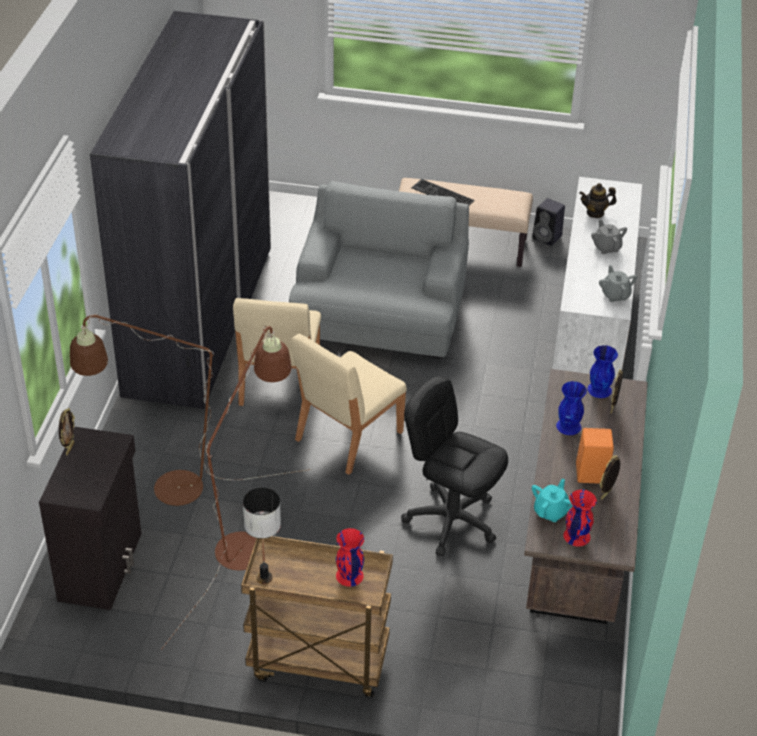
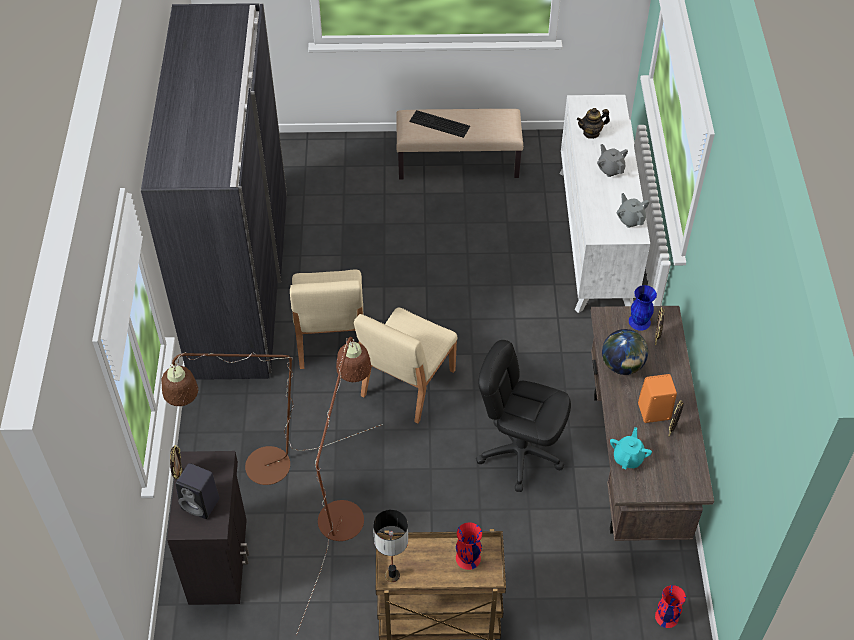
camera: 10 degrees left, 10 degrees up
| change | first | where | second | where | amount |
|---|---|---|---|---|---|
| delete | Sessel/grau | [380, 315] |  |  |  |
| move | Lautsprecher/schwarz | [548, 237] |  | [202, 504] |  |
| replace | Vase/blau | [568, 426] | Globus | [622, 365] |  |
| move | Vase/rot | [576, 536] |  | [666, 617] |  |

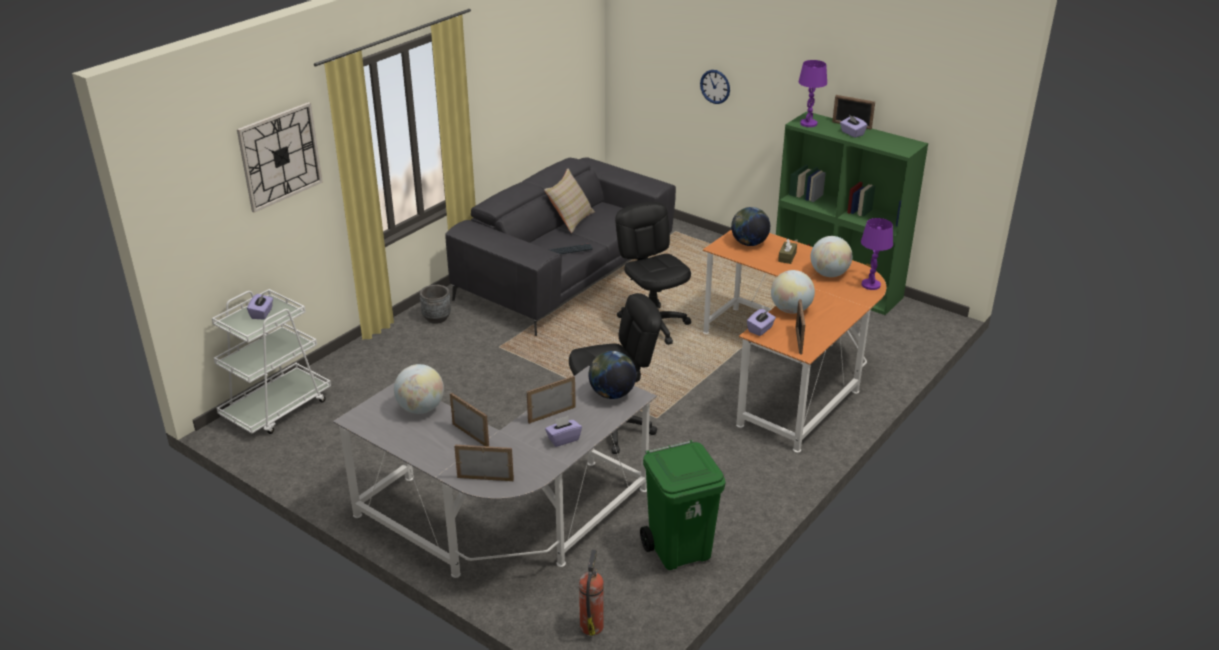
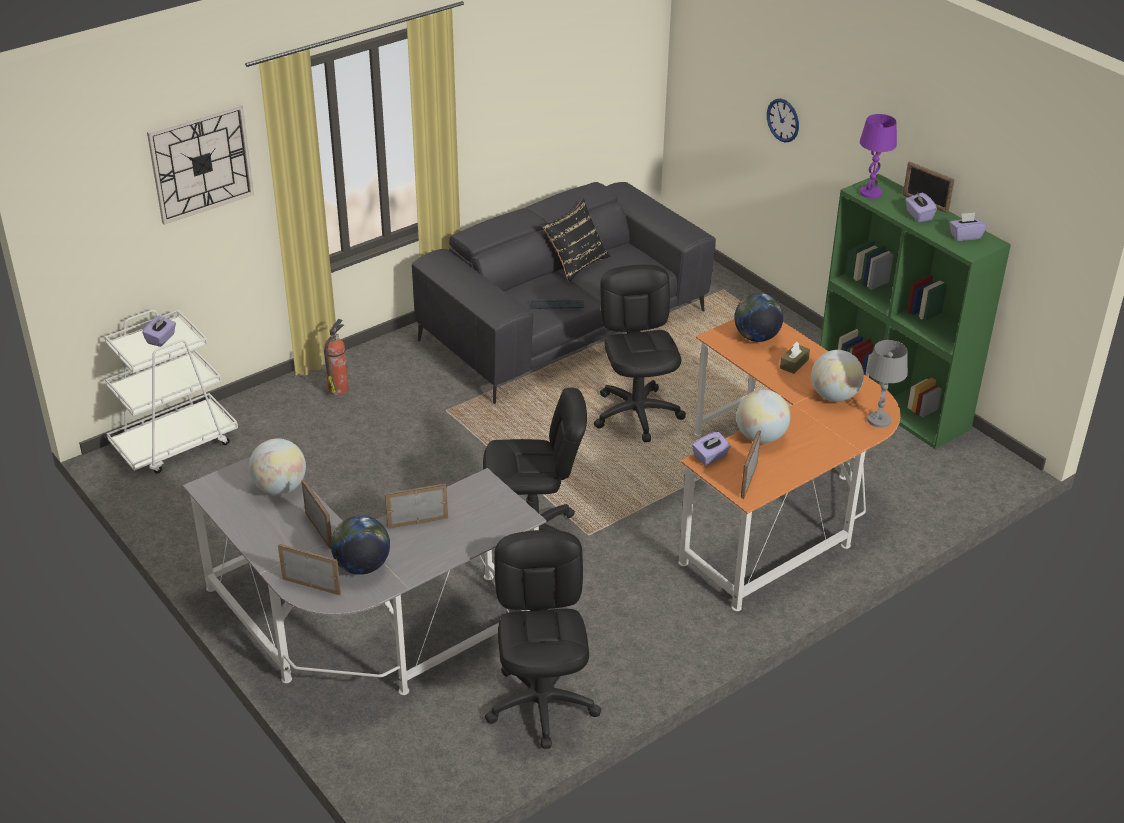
camera: 15 degrees right, 5 degrees up
| change | first | where | second | where | amount |
|---|---|---|---|---|---|
| recolor | Kissen/beige | [570, 220] | Kissen/schwarz | [576, 263] |  |
| recolor | Tischlampe/lila | [870, 285] | Tischlampe/grau | [878, 420] |  |
| delete | Pflanzkübel/grau | [436, 318] |  |  |  |
| move | Globus | [612, 394] |  | [362, 566] |  |
| move | Taschentuchbox/lila | [563, 439] |  | [965, 236] |  |
| replace | Mülleimer/grün | [680, 550] | Bürostuhl/schwarz | [542, 704] |  |
| move | Feuerlöscher | [592, 625] |  | [339, 388] |  |

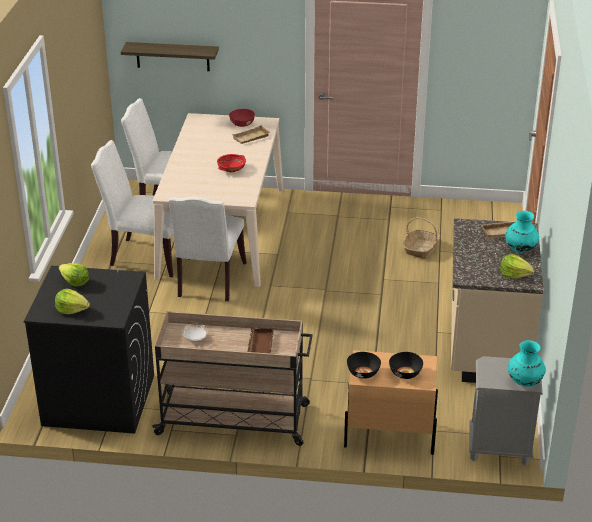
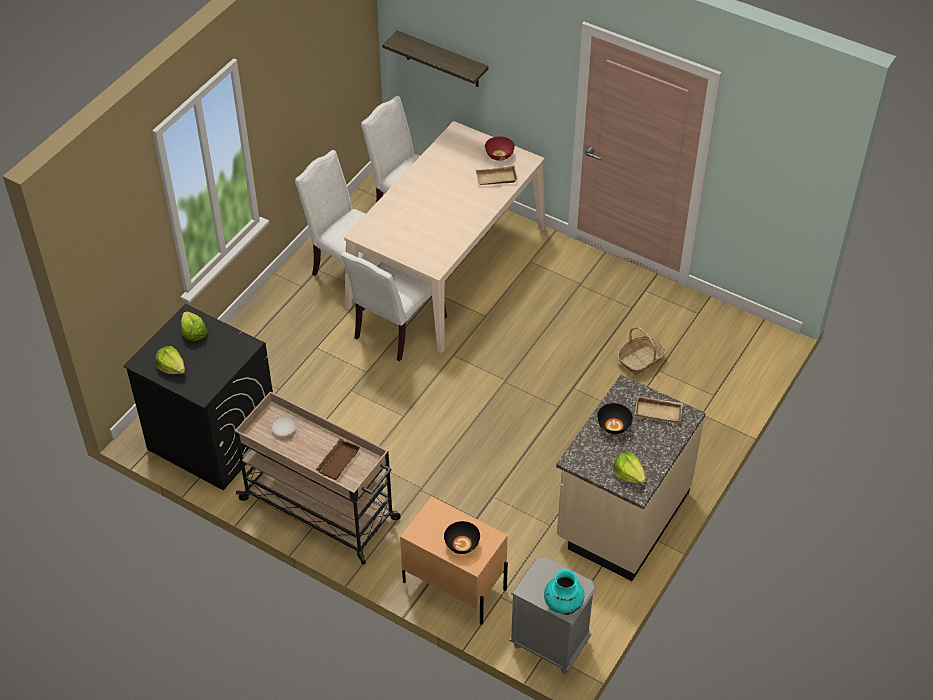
camera: 25 degrees right, 15 degrees up
| change | first | where | second | where | amount |
|---|---|---|---|---|---|
| delete | Schüssel/rot | [231, 169] |  |  |  |
| delete | Vase/türkis | [520, 249] |  |  |  |
| move | Schüssel/schwarz | [363, 373] |  | [613, 426] |  |

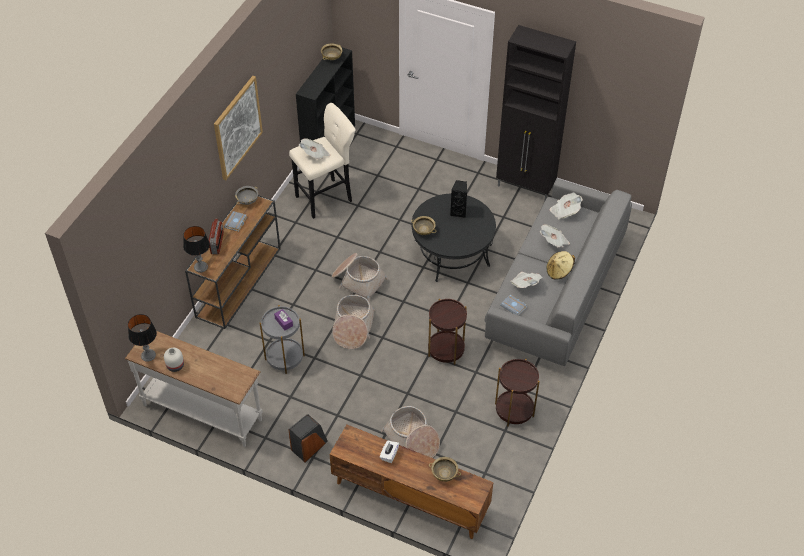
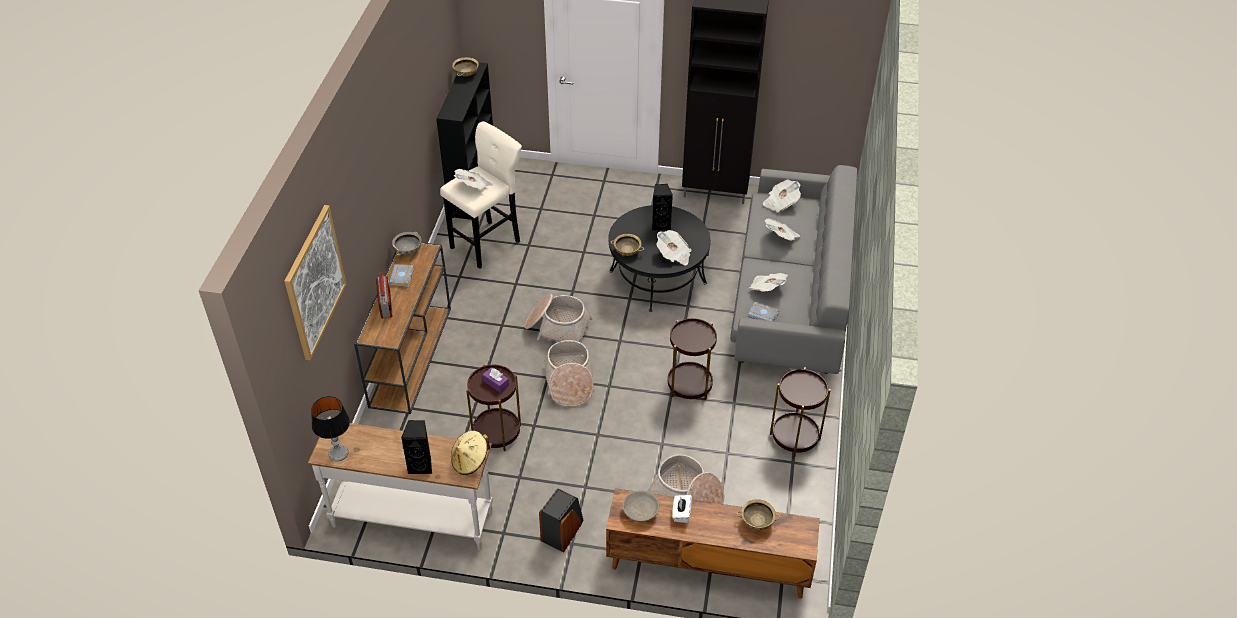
camera: 15 degrees left, 5 degrees down
| change | first | where | second | where | amount |
|---|---|---|---|---|---|
| move | Bild | [237, 127] |  | [314, 282] |  |
| delete | Tischlampe | [201, 267] |  |  |  |
| move | Hut/beige | [559, 271] |  | [470, 461] |  |
| recolor | Beistelltisch/grau | [284, 357] | Beistelltisch/braun | [497, 432] |  |
| delete | Vase/weiß | [175, 366] |  |  |  |
| insert |  |  | Zeitung | [674, 255] |  |
| insert |  |  | Lautsprecher/schwarz | [421, 465] |  |
| insert |  |  | Schüssel/grau | [640, 511] |  |

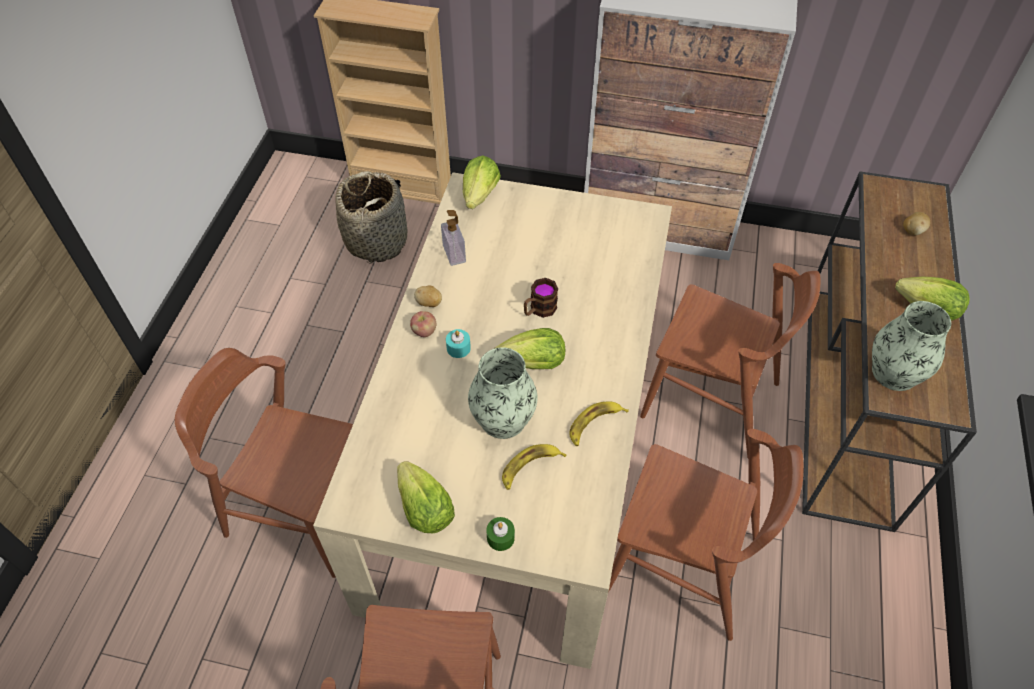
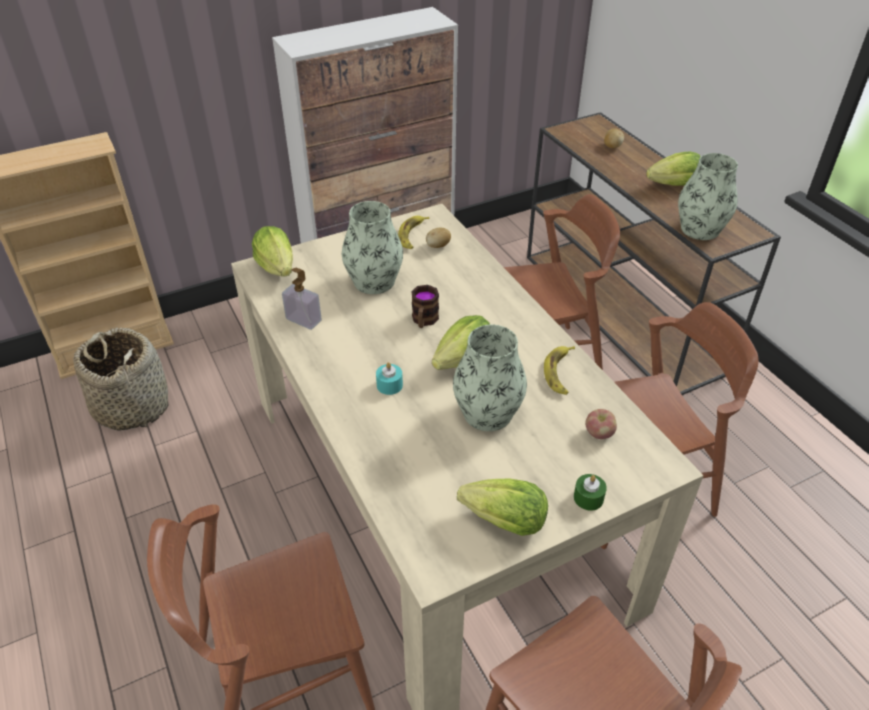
camera: 40 degrees left, 10 degrees down
| change | first | where | second | where | amount |
|---|---|---|---|---|---|
| move | Kartoffel | [429, 303] |  | [438, 246] |  |
| move | Apfel | [424, 331] |  | [599, 433] |  |
| move | Banane | [530, 467] |  | [412, 235] |  |
| insert |  |  | Vase | [374, 281] |  |

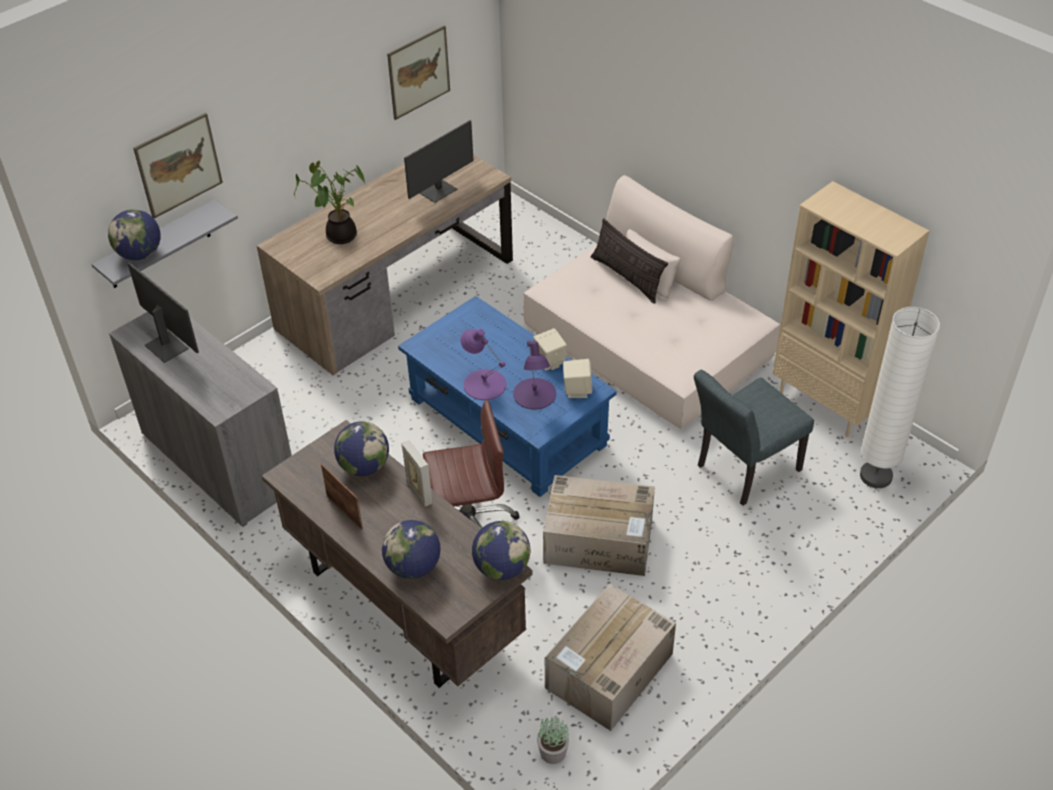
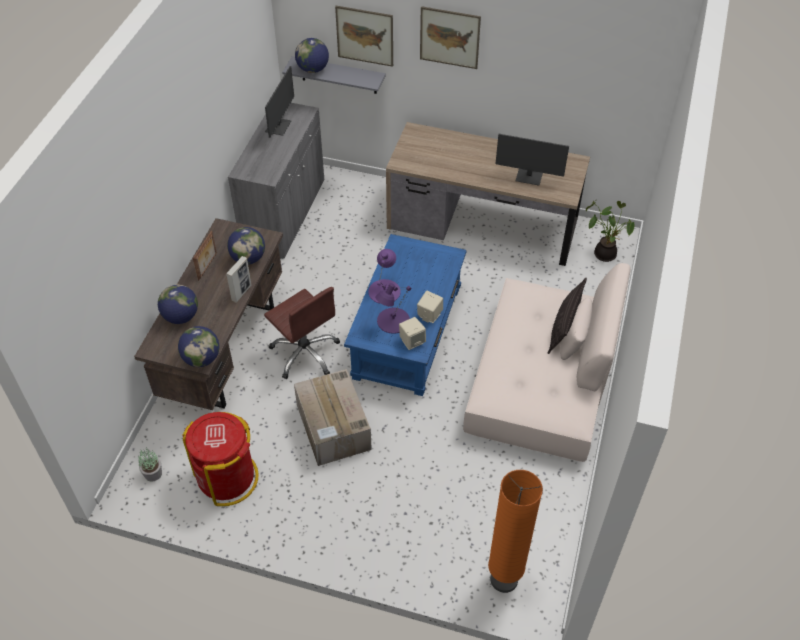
camera: 60 degrees right, 5 degrees up
| change | first | where | second | where | amount |
|---|---|---|---|---|---|
| move | Bild | [419, 72] |  | [449, 37] |  |
| move | Topfpflanze | [339, 235] |  | [605, 253] |  |
| delete | Bücherregal/beige | [826, 405] |  |  |  |
| recolor | Stehlampe/weiß | [876, 476] | Stehlampe/orange | [504, 579] |  |
| delete | Stuhl/grau | [742, 471] |  |  |  |
| replace | Karton | [608, 672] | Mülleimer/rot | [227, 478] |  |

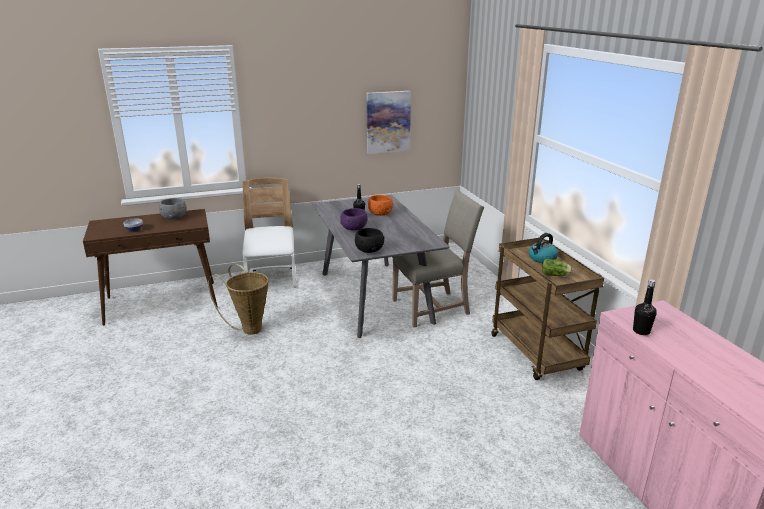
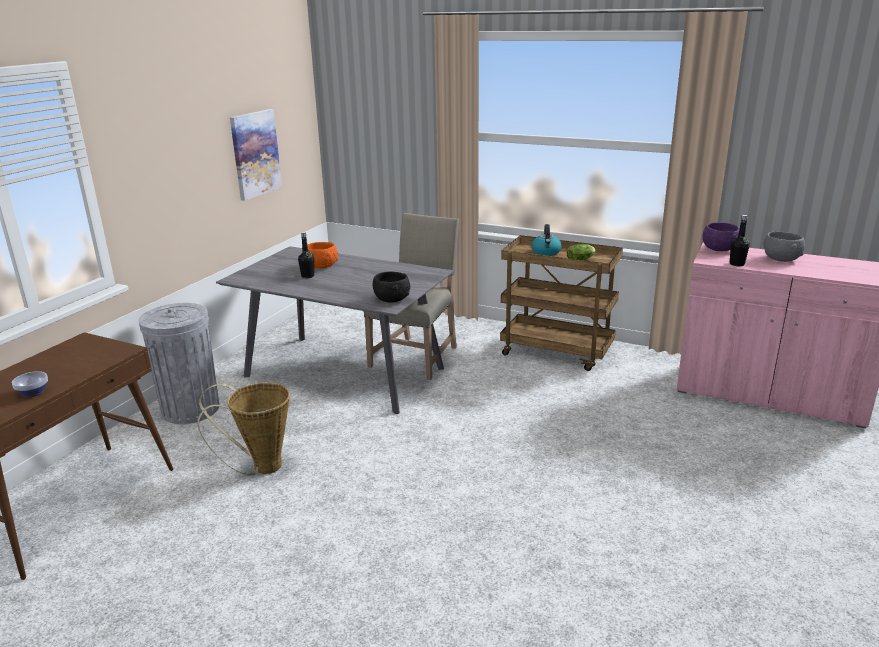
camera: 45 degrees left, 0 degrees up
| change | first | where | second | where | amount |
|---|---|---|---|---|---|
| replace | Stuhl/weiß | [272, 280] | Mülleimer/grau | [191, 409] |  |
| move | Schüssel/grau | [174, 217] |  | [781, 258] |  |
| move | Schüssel/lila | [354, 228] |  | [720, 249] |  |

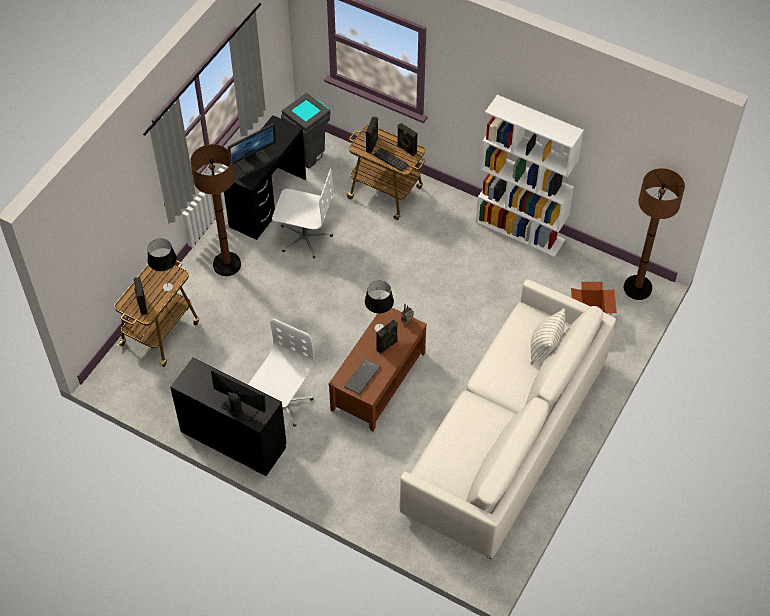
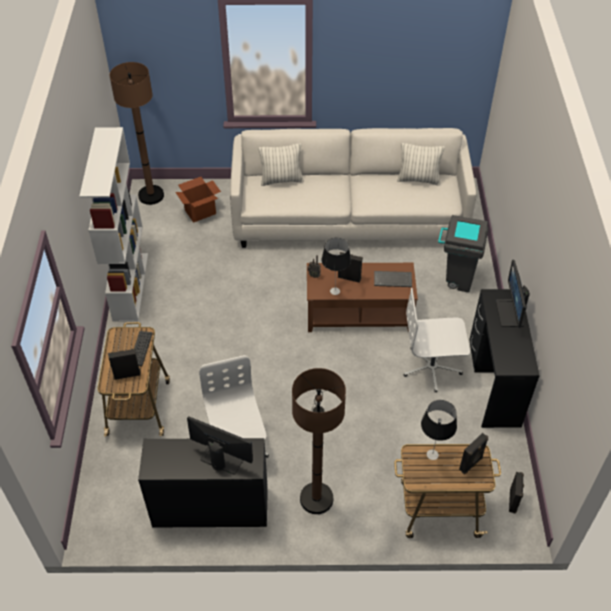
camera: 120 degrees left, 5 degrees down
| change | first | where | second | where | amount |
|---|---|---|---|---|---|
| move | Mülleimer/grau | [309, 154] |  | [455, 279] |  |
| move | Lautsprecher/schwarz | [406, 150] |  | [513, 501] |  |
| insert |  |  | Kissen | [418, 179] |  |

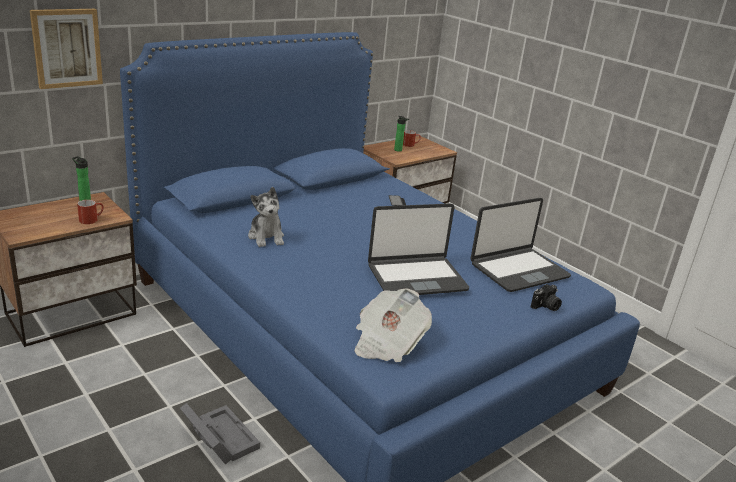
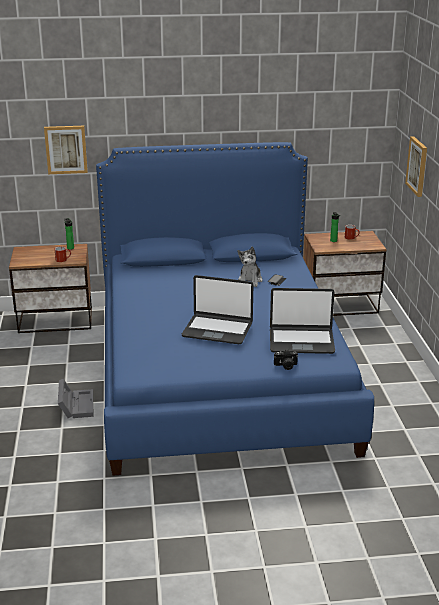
camera: 35 degrees right, 0 degrees up
| change | first | where | second | where | amount |
|---|---|---|---|---|---|
| move | Plüschtier | [266, 237] |  | [250, 280] |  |
| delete | Zeitung | [387, 343] |  |  |  |
| insert |  |  | Bild | [417, 166] |  |

